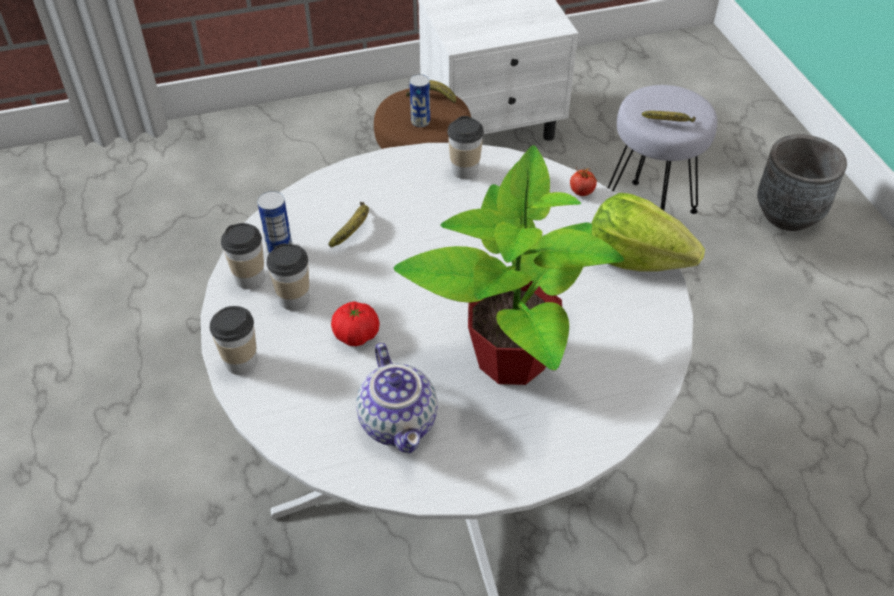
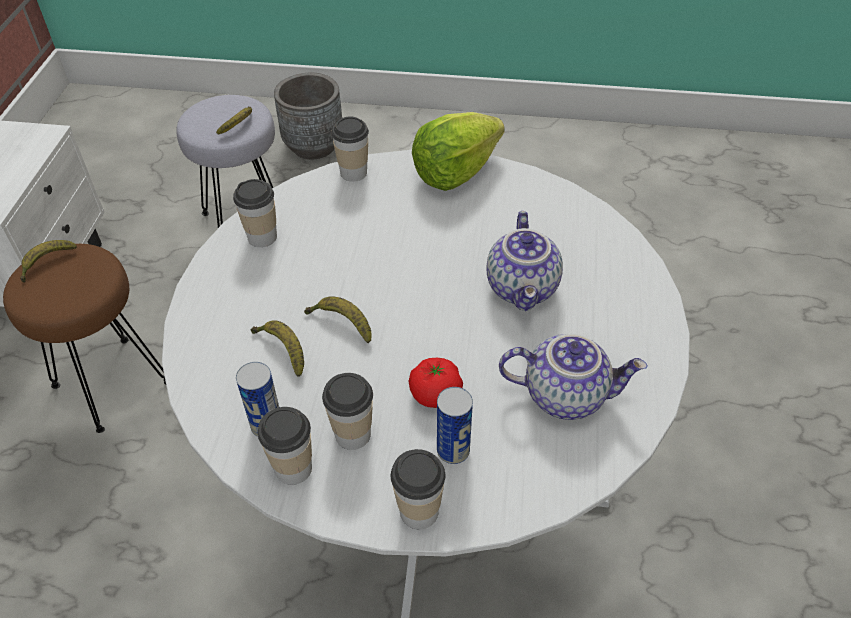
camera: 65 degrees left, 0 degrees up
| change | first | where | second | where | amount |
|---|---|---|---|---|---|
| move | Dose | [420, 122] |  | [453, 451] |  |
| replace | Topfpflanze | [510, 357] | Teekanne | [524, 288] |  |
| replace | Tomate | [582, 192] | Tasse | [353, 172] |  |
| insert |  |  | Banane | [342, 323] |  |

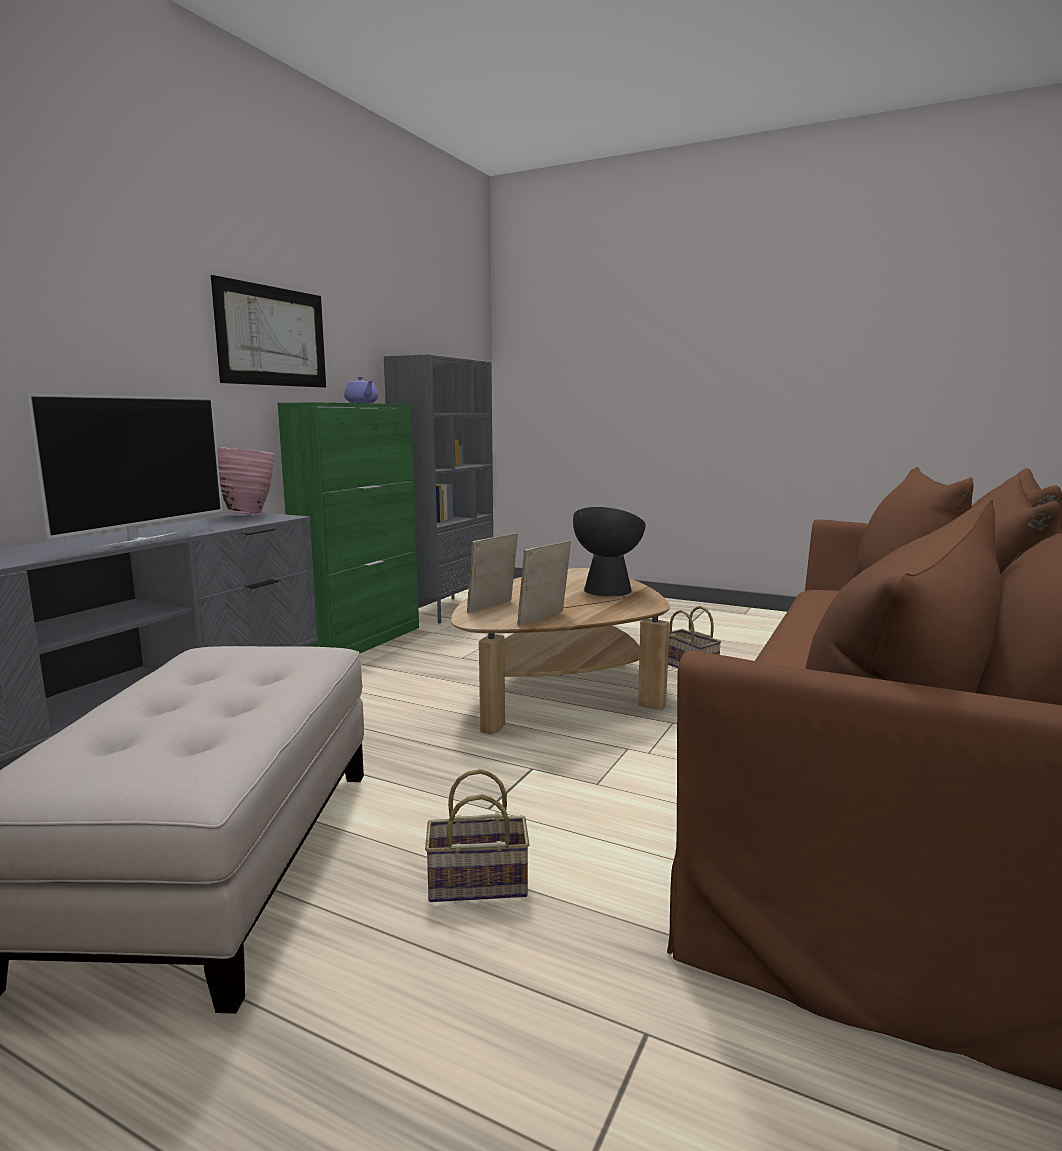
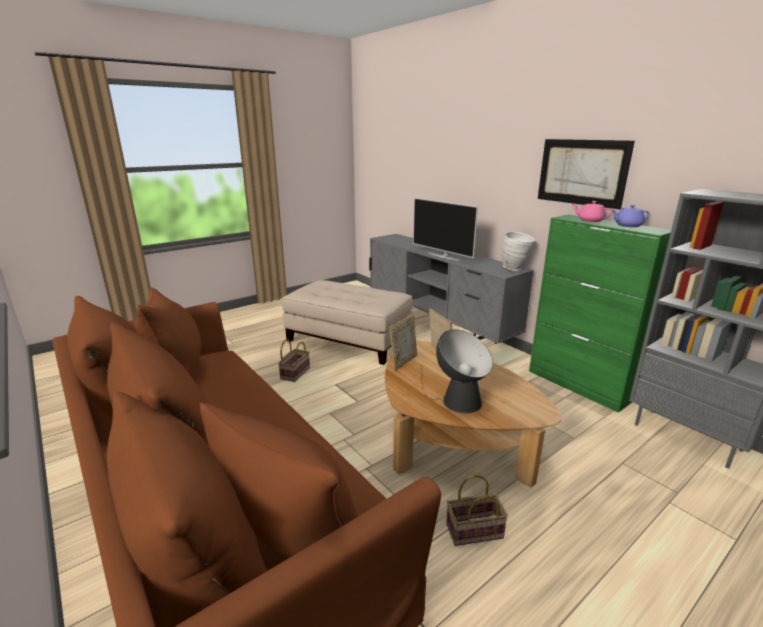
camera: 115 degrees right, 10 degrees up
| change | first | where | second | where | amount |
|---|---|---|---|---|---|
| recolor | Vase/rosa | [250, 515] | Vase/weiß | [515, 269] |  |
| rotate | Bilderrahmen | [544, 619] |  | [403, 362] | 60 degrees clockwise |
| insert |  |  | Teekanne/rosa | [590, 220] |  |

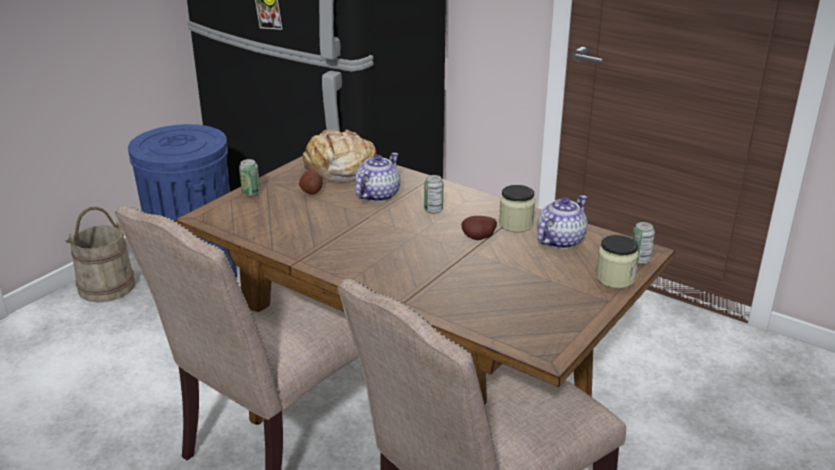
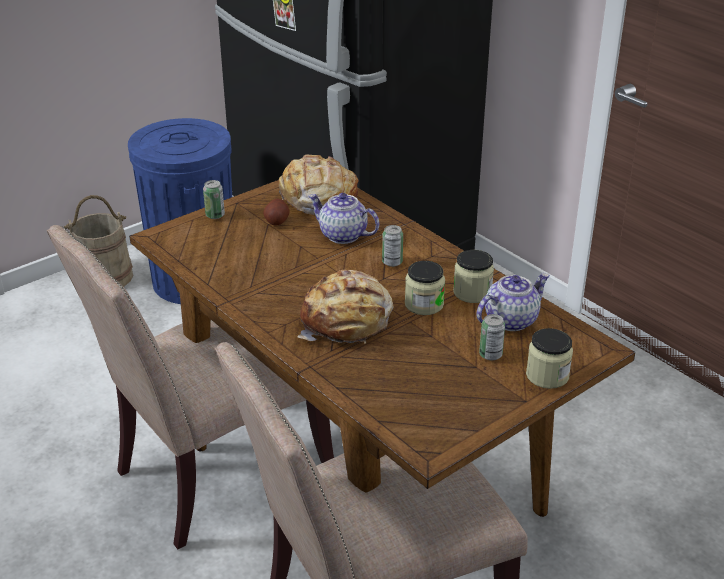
camera: 15 degrees right, 5 degrees up
| change | first | where | second | where | amount |
|---|---|---|---|---|---|
| rotate | Teekanne | [377, 195] |  | [342, 235] | 105 degrees counterclockwise |
| replace | Kartoffel | [479, 239] | Vorratsglas | [424, 304] |  |
| move | Dose | [639, 260] |  | [490, 355] |  |
| insert |  |  | Brot | [346, 322] |  |

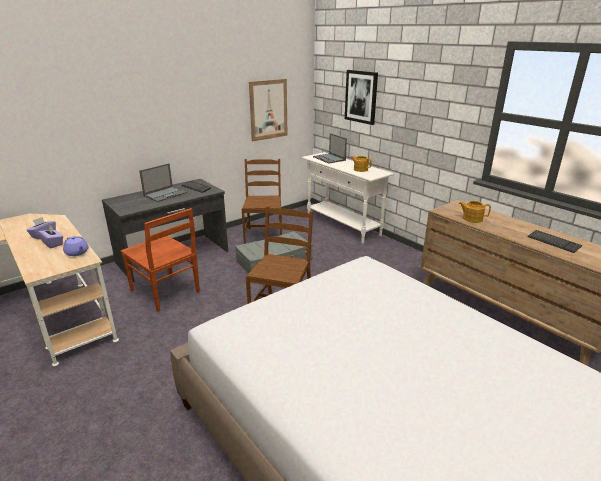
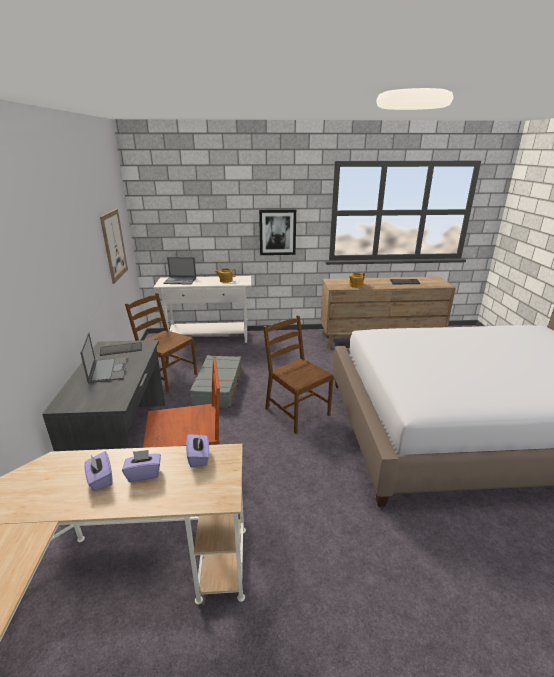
camera: 55 degrees left, 0 degrees up
| change | first | where | second | where | amount |
|---|---|---|---|---|---|
| move | Bild | [361, 97] |  | [277, 232] |  |
| replace | Teekanne/lila | [77, 253] | Taschentuchbox/lila | [199, 457] |  |

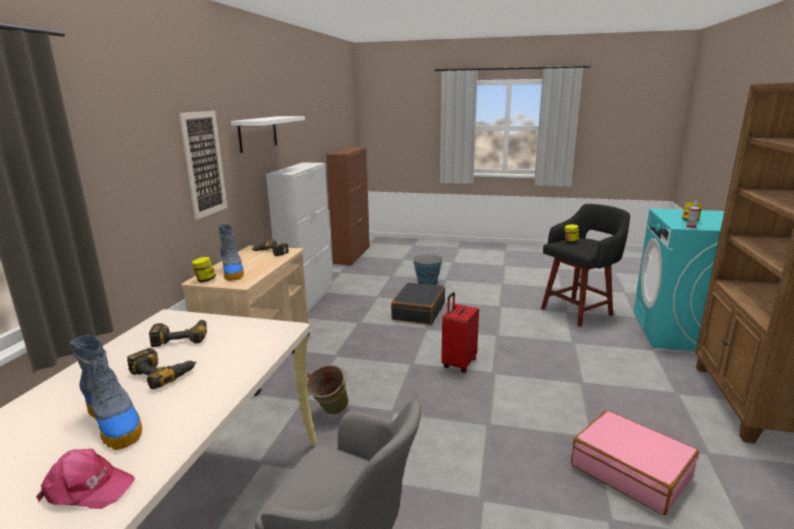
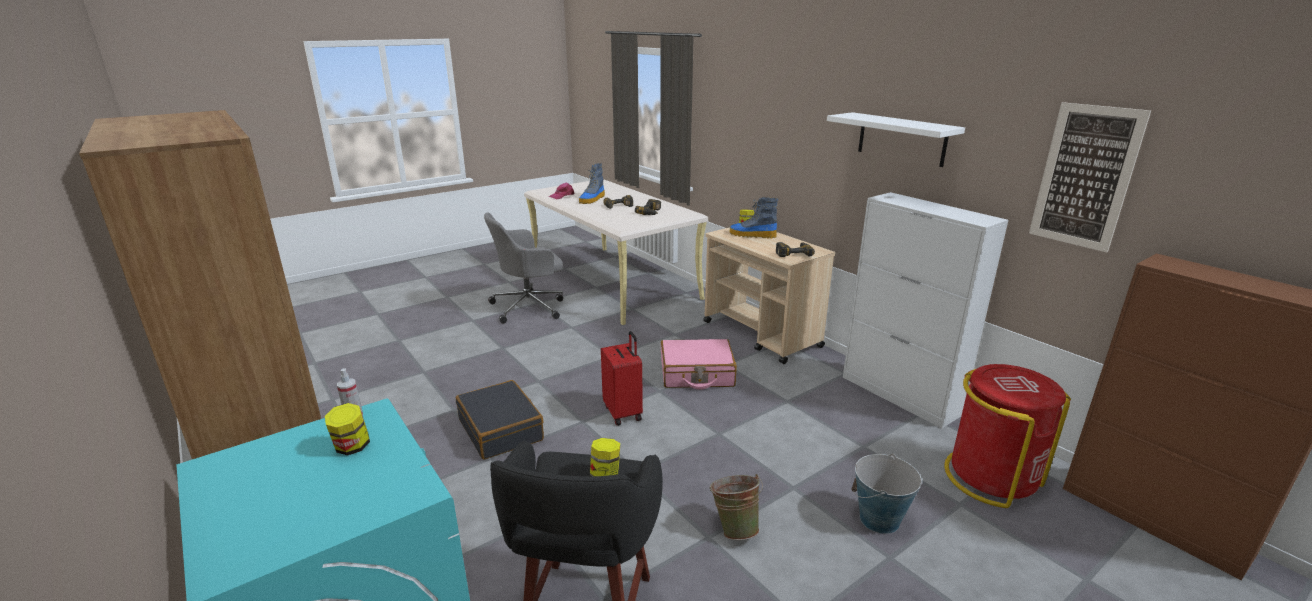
camera: 130 degrees right, 5 degrees up
| change | first | where | second | where | amount |
|---|---|---|---|---|---|
| move | Bild | [204, 164] |  | [1085, 177] |  |
| move | Koffer/schwarz | [418, 311] |  | [501, 429] |  |
| rotate | Stiefel | [115, 424] |  | [592, 199] | 60 degrees counterclockwise |
| move | Eimer/grün | [329, 413] |  | [734, 528] |  |
| move | Koffer/rosa | [630, 471] |  | [696, 374] |  |
| insert |  |  | Mülleimer/rot | [990, 477] |  |

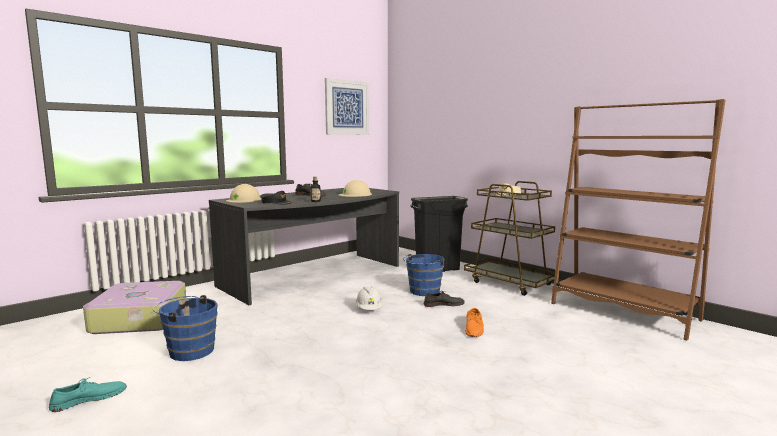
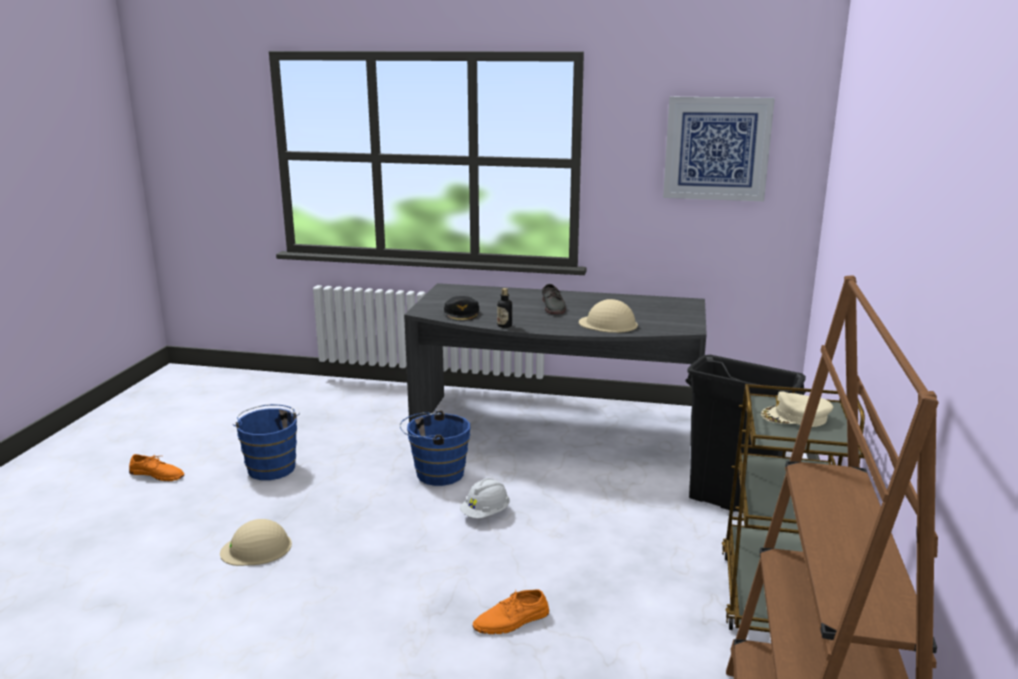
camera: 55 degrees right, 10 degrees up
| change | first | where | second | where | amount |
|---|---|---|---|---|---|
| move | Schutzhelm/beige | [244, 200] |  | [257, 548] |  |
| move | Eimer/blau | [423, 292] |  | [436, 474] |  |
| delete | Koffer | [138, 319] |  |  |  |
| delete | Schuh/grau | [443, 304] |  |  |  |
| recolor | Schuh/türkis | [89, 399] | Schuh/orange | [157, 474] |  |

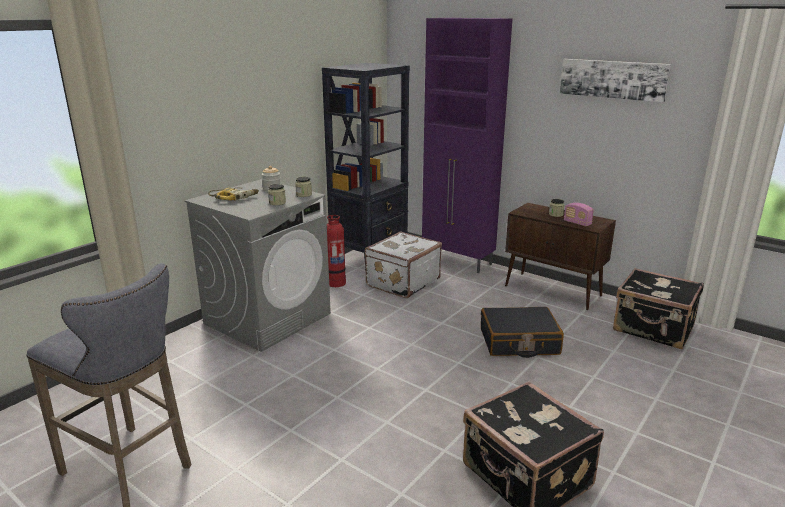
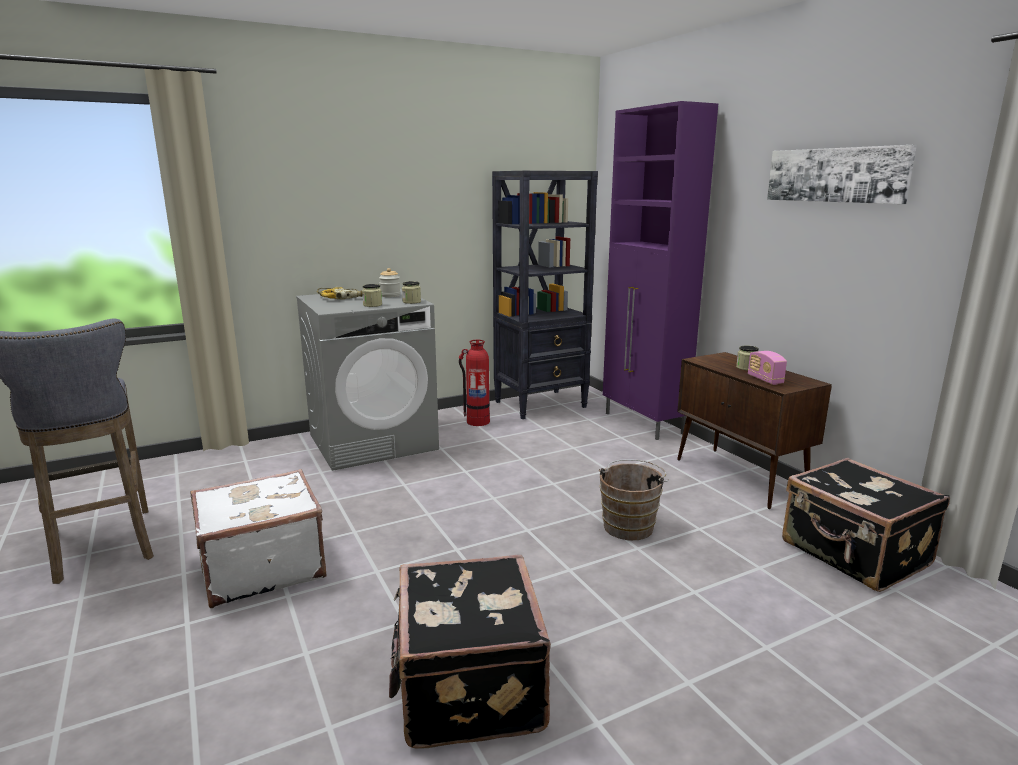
camera: 25 degrees right, 5 degrees down
| change | first | where | second | where | amount |
|---|---|---|---|---|---|
| move | Koffer/weiß | [401, 282] |  | [261, 567] |  |
| replace | Koffer/schwarz | [519, 342] | Eimer/braun | [629, 525] |  |

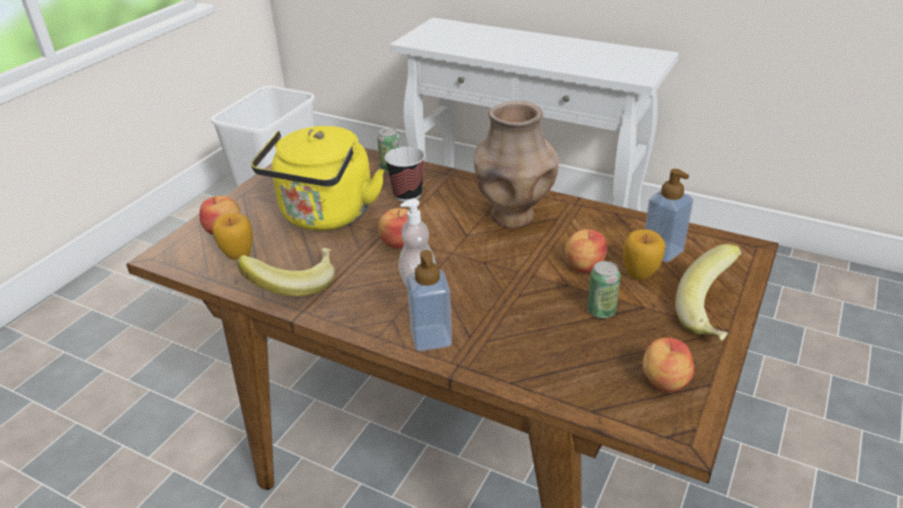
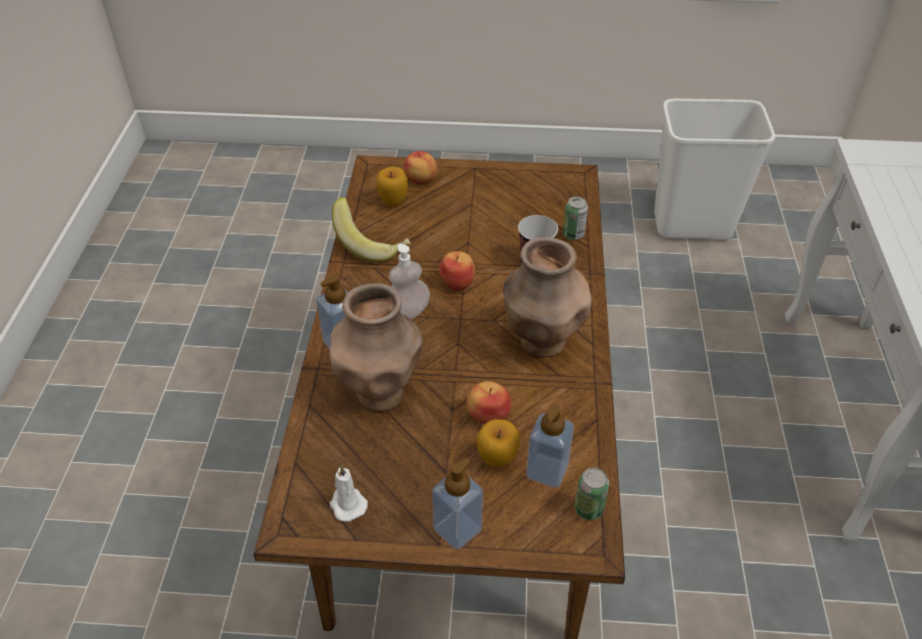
camera: 65 degrees right, 10 degrees up
| change | first | where | second | where | amount |
|---|---|---|---|---|---|
| delete | Wasserkessel/gelb | [325, 216] |  |  |  |
| replace | Banane | [713, 315] | Seifenspender | [457, 529] |  |
| move | Dose | [601, 311] |  | [588, 509] |  |
| replace | Apfel | [663, 381] | Kerze/weiß | [347, 504] |  |
| insert |  |  | Vase/braun | [380, 392] |  |

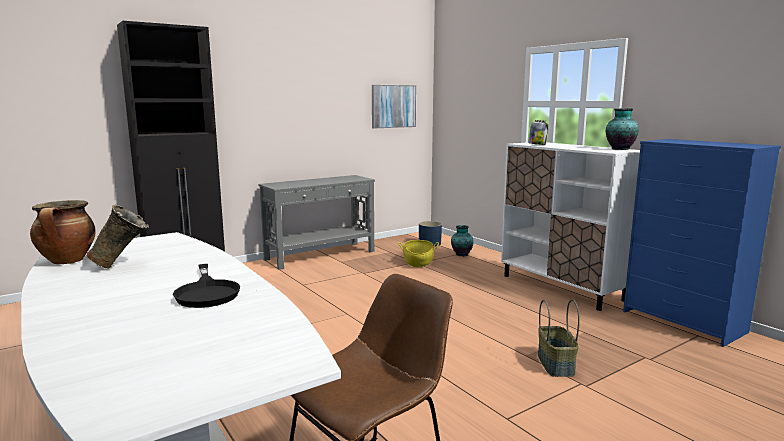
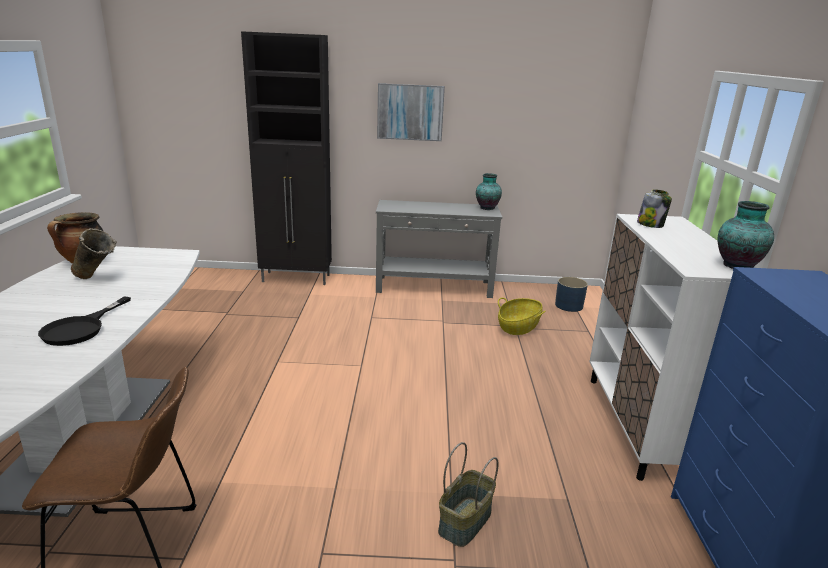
camera: 35 degrees right, 10 degrees up
| change | first | where | second | where | amount |
|---|---|---|---|---|---|
| move | Bild | [393, 106] |  | [410, 112] |  |
| move | Vase | [461, 254] |  | [486, 208] |  |

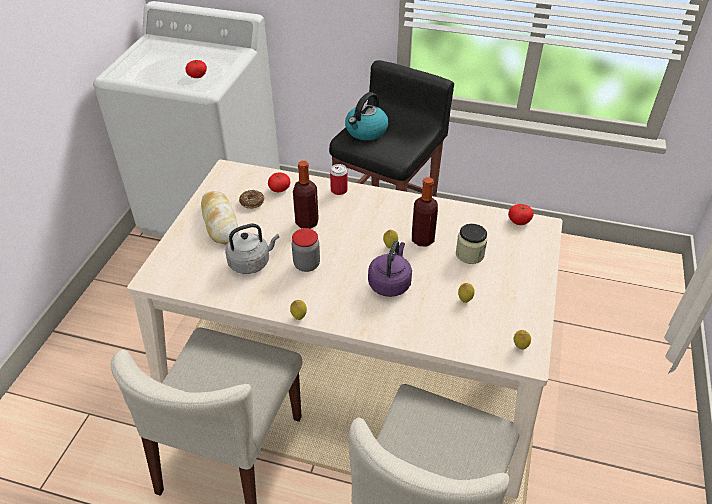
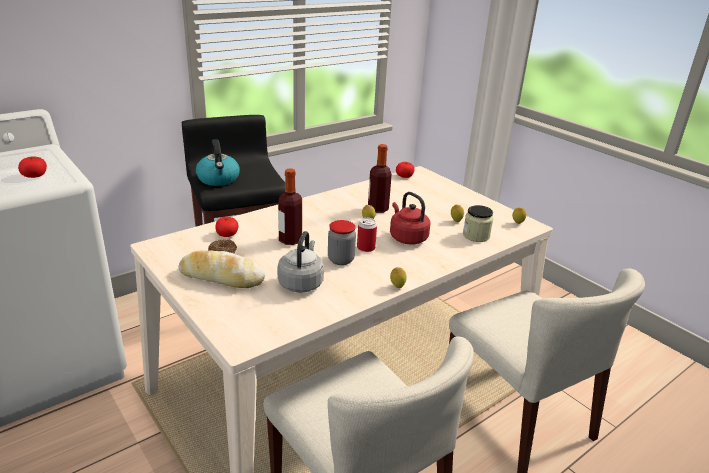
camera: 55 degrees left, 15 degrees down
| change | first | where | second | where | amount |
|---|---|---|---|---|---|
| move | Dose | [339, 190] |  | [366, 248] |  |
| move | Vorratsglas | [469, 254] |  | [476, 236] |  |
| recolor | Wasserkessel/lila | [390, 283] | Wasserkessel/rot | [407, 237] |  |

